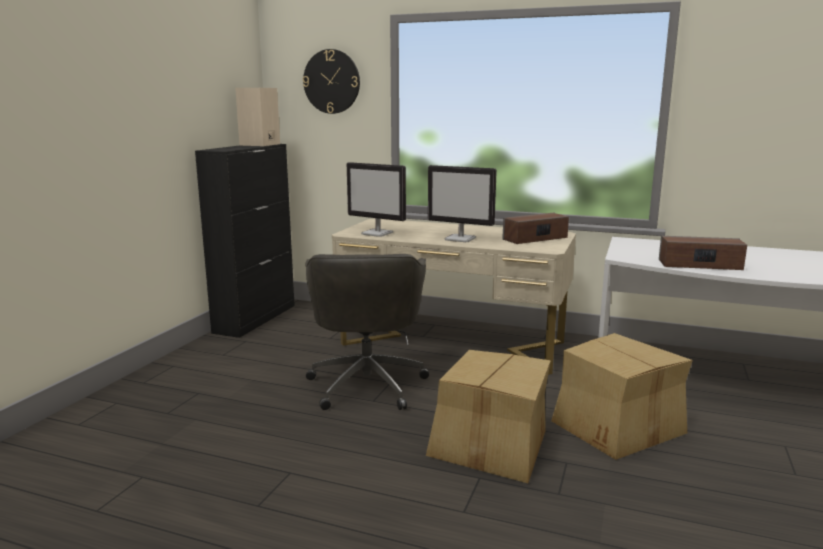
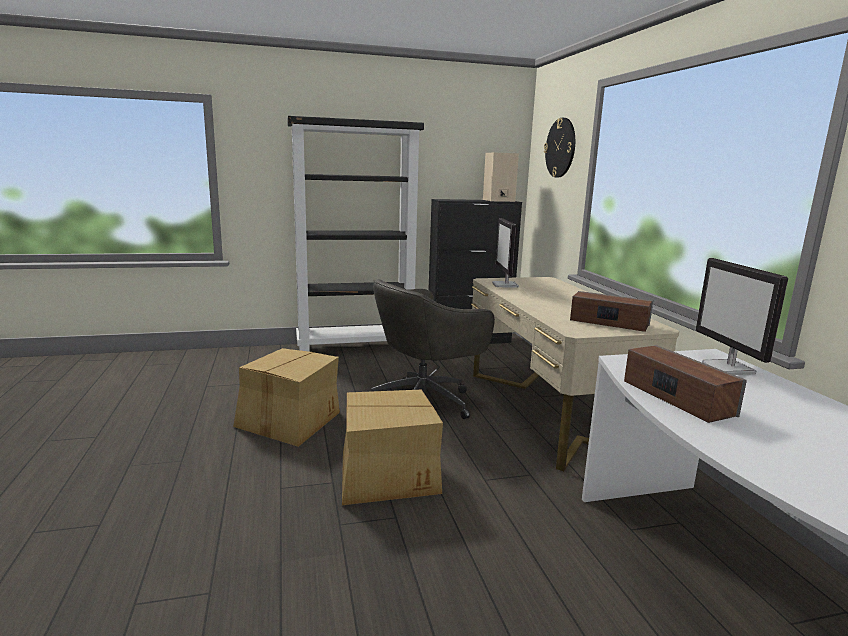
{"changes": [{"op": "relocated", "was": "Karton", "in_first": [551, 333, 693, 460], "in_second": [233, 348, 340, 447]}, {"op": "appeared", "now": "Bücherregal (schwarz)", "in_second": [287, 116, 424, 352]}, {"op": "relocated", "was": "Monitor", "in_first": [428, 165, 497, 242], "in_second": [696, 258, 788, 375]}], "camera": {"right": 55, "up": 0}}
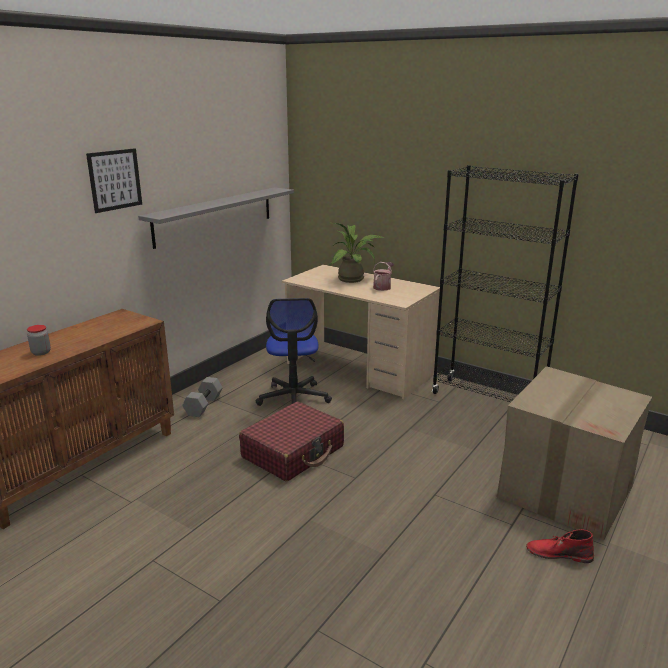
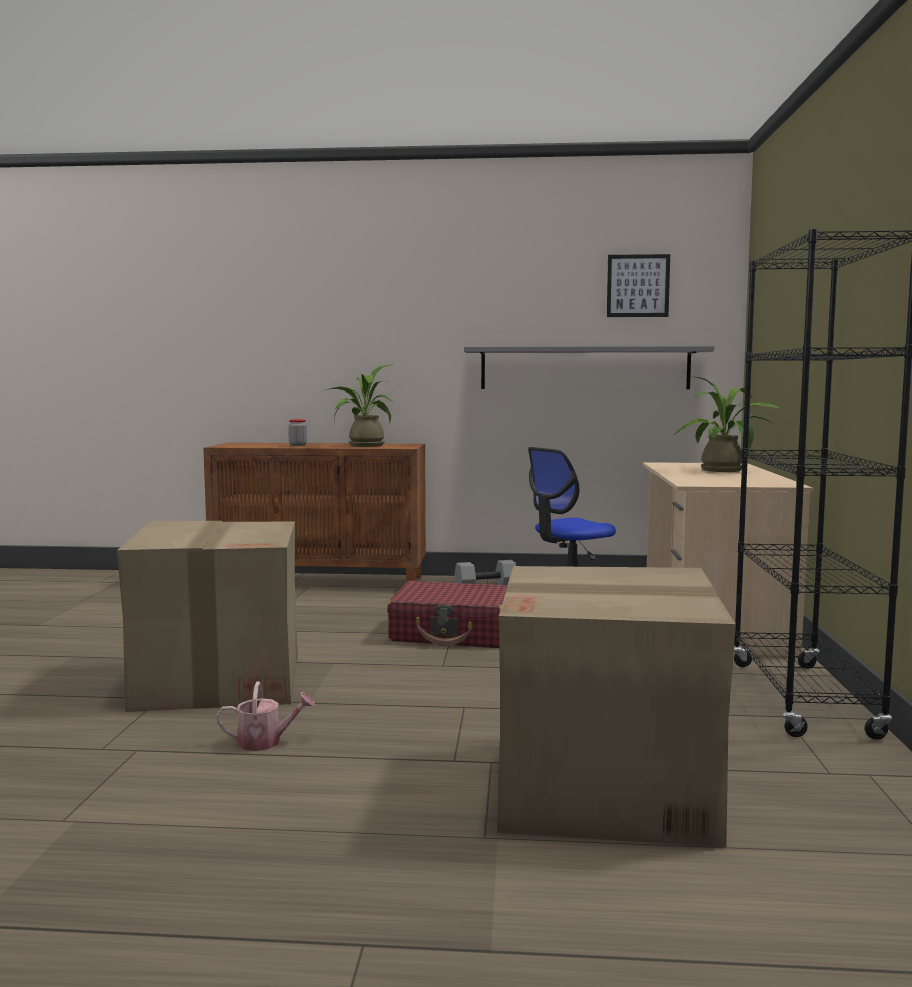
{"changes": [{"op": "appeared", "now": "Karton", "in_second": [117, 521, 298, 712]}, {"op": "relocated", "was": "Gießkanne", "in_first": [373, 262, 394, 291], "in_second": [216, 681, 315, 751]}, {"op": "appeared", "now": "Topfpflanze", "in_second": [319, 364, 394, 447]}, {"op": "relocated", "was": "Bild", "in_first": [86, 148, 142, 213], "in_second": [607, 254, 670, 317]}, {"op": "missing", "was": "Stiefel (rot)", "in_first": [526, 529, 594, 563]}], "camera": {"right": 60, "up": -15}}
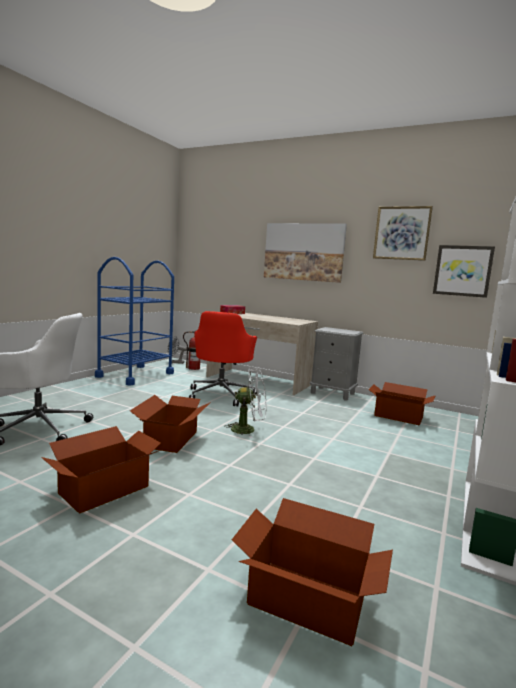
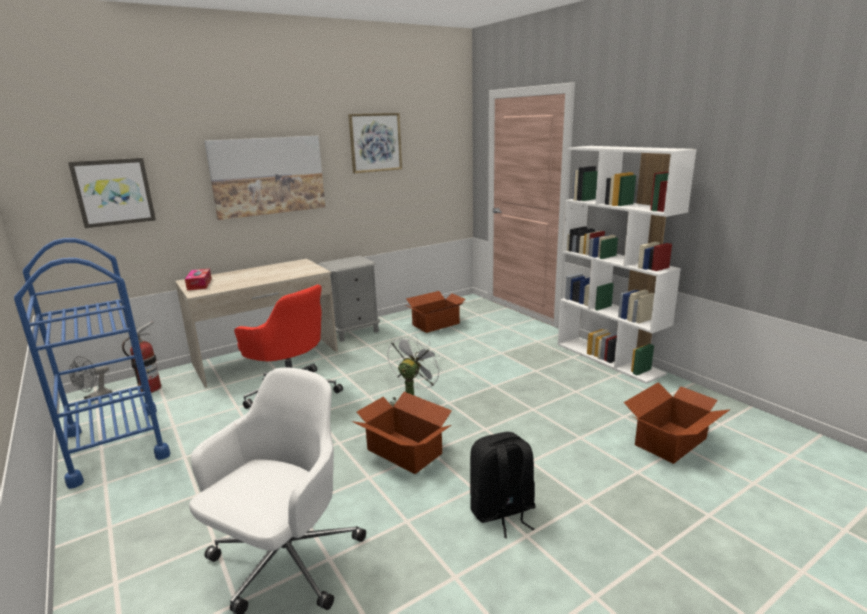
{"changes": [{"op": "relocated", "was": "Bild", "in_first": [433, 245, 495, 298], "in_second": [68, 158, 156, 228]}, {"op": "exchanged", "was": "Karton", "now": "Rucksack (schwarz)", "in_first": [41, 426, 161, 513], "in_second": [470, 432, 536, 538]}], "camera": {"right": -60, "up": 10}}
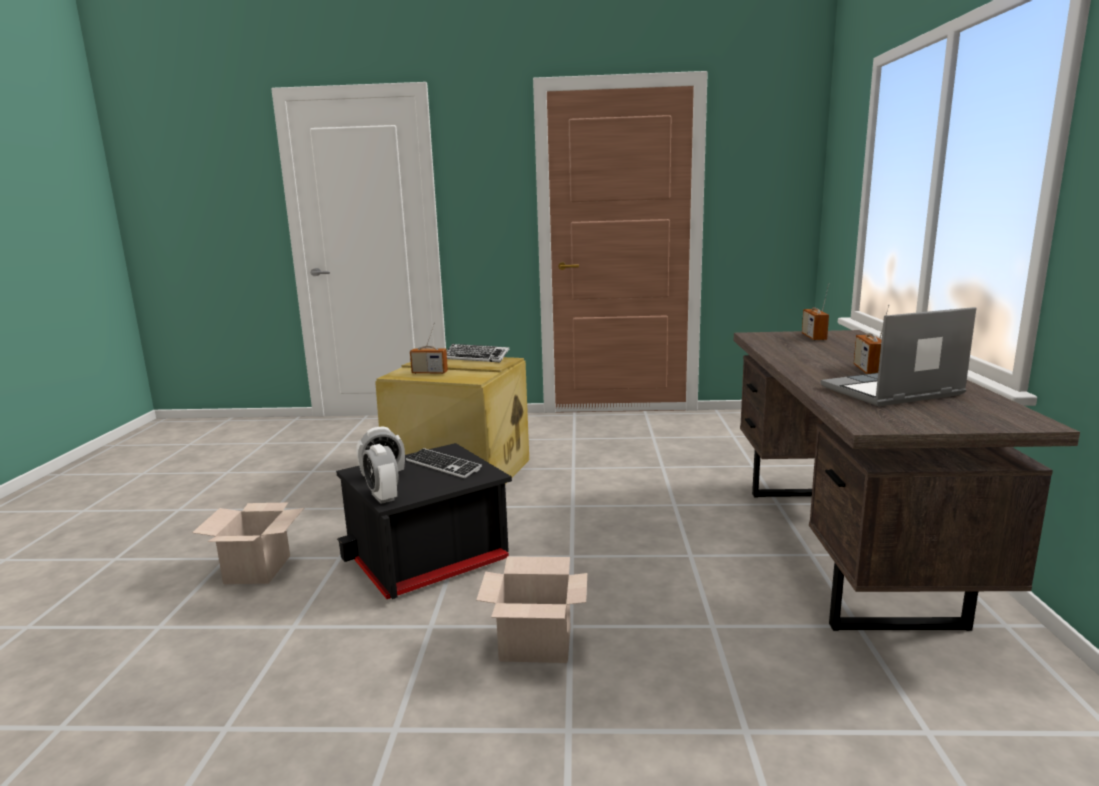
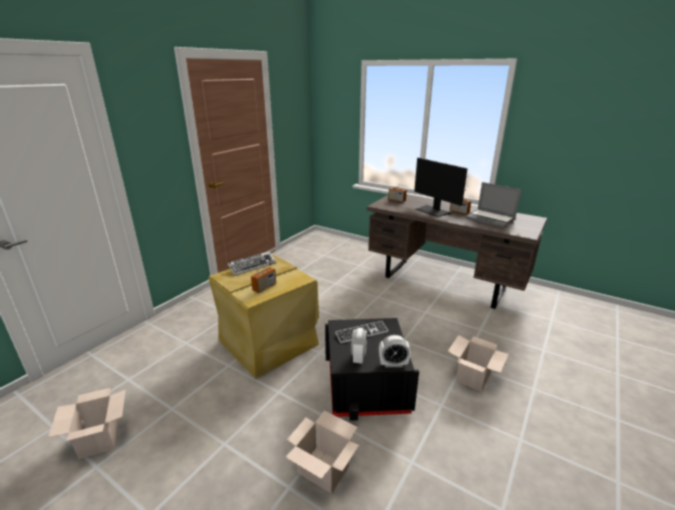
{"changes": [{"op": "appeared", "now": "Karton", "in_second": [48, 388, 126, 459]}, {"op": "appeared", "now": "Monitor", "in_second": [414, 158, 468, 218]}, {"op": "spun", "was": "Laptop", "in_first": [821, 307, 976, 406], "in_second": [465, 182, 521, 228], "clockwise": -60}], "camera": {"right": -60, "up": 10}}
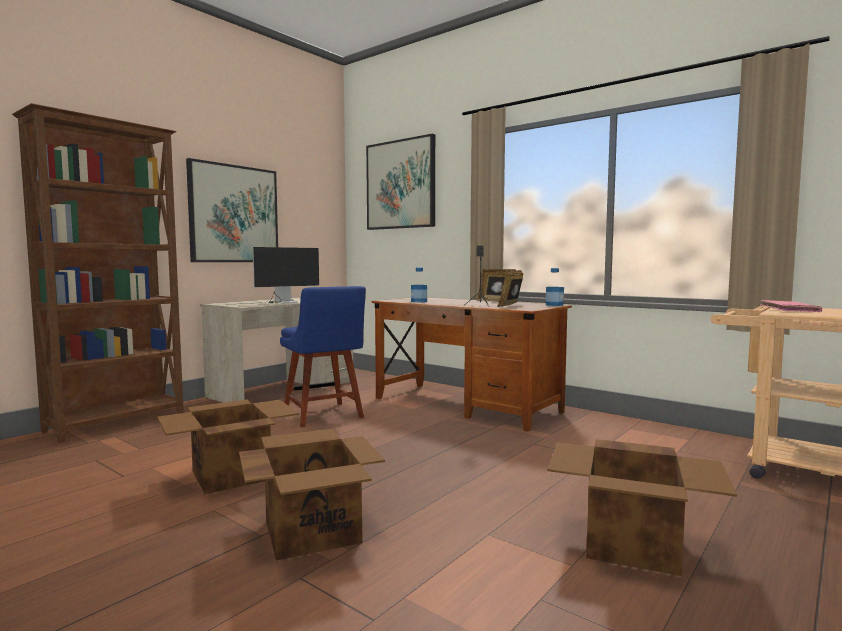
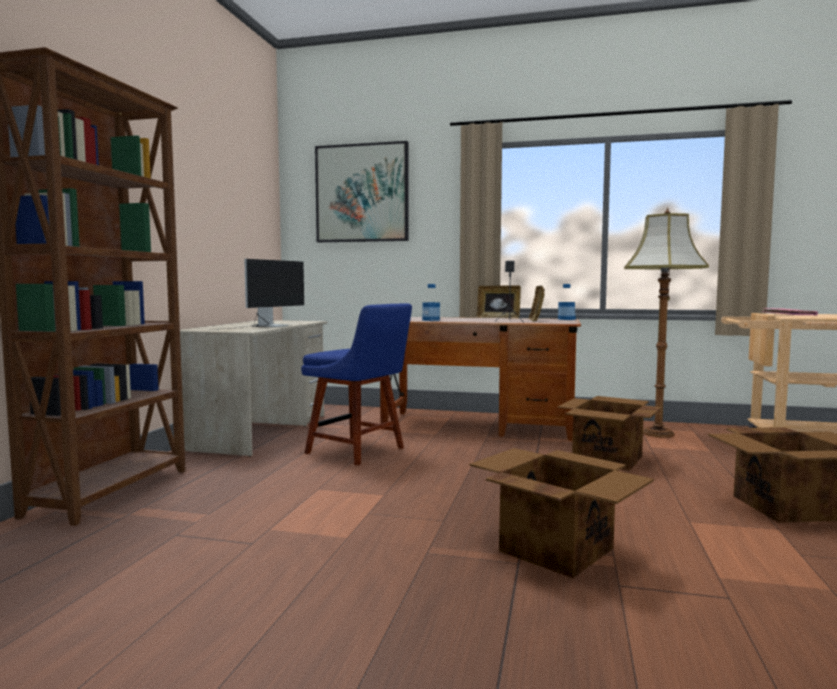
{"changes": [{"op": "relocated", "was": "Karton", "in_first": [157, 400, 299, 494], "in_second": [558, 396, 661, 471]}, {"op": "appeared", "now": "Stehlampe", "in_second": [624, 208, 709, 438]}, {"op": "missing", "was": "Bild", "in_first": [186, 158, 278, 262]}], "camera": {"right": -25, "up": 0}}
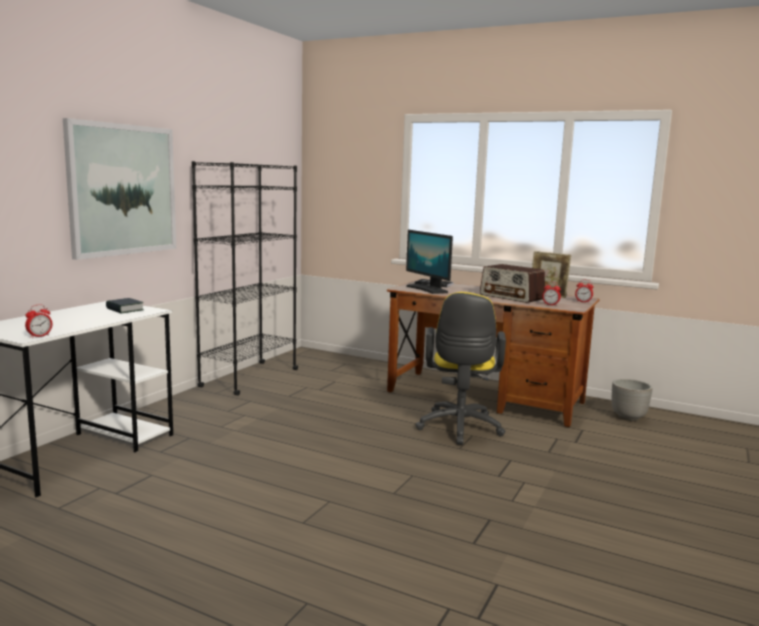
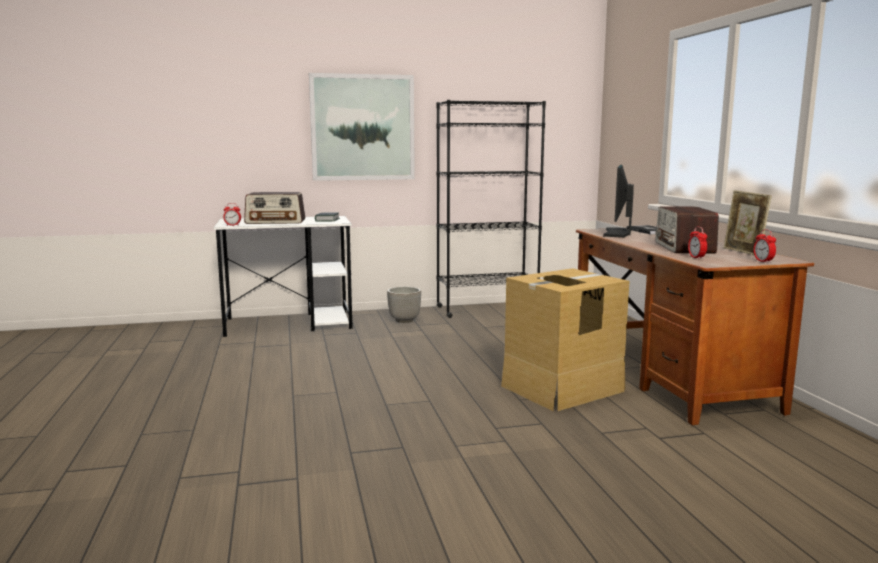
{"changes": [{"op": "appeared", "now": "Radio", "in_second": [244, 192, 305, 224]}, {"op": "relocated", "was": "Pflanzkübel", "in_first": [612, 379, 652, 421], "in_second": [387, 287, 421, 323]}, {"op": "exchanged", "was": "Bürostuhl (gelb)", "now": "Karton", "in_first": [415, 292, 506, 445], "in_second": [501, 268, 629, 411]}], "camera": {"right": 50, "up": 0}}
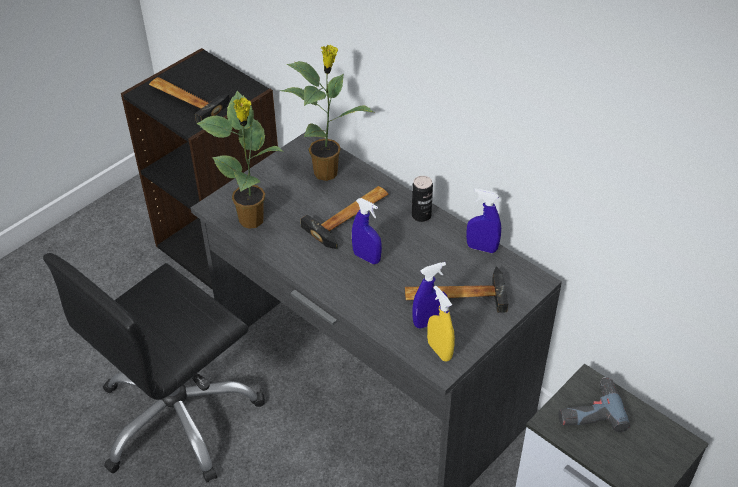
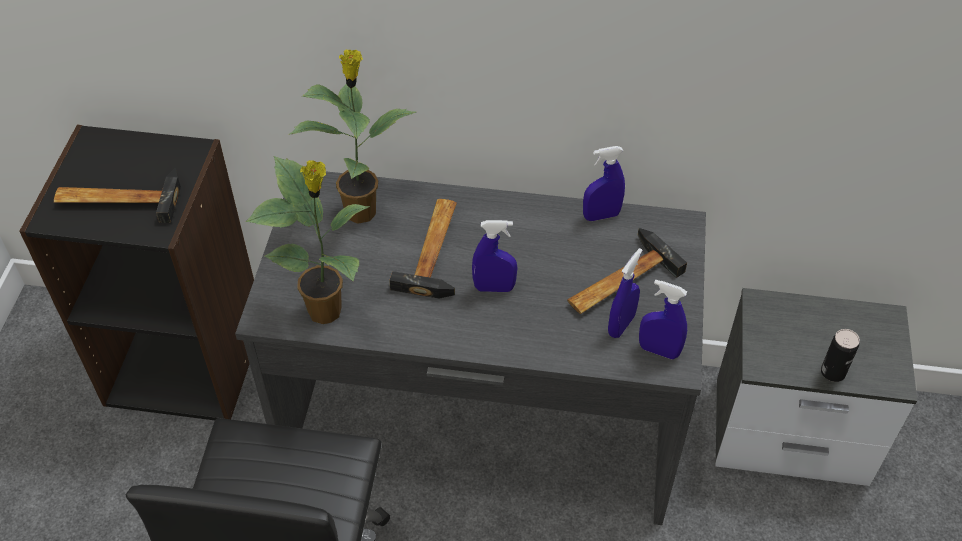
{"changes": [{"op": "colour", "was": "Sprühflasche (gelb)", "now": "Sprühflasche (blau)", "in_first": [427, 286, 455, 361], "in_second": [639, 279, 687, 359]}, {"op": "relocated", "was": "Dose", "in_first": [412, 176, 433, 222], "in_second": [821, 329, 860, 382]}, {"op": "missing", "was": "Bohrmaschine", "in_first": [559, 377, 630, 432]}], "camera": {"right": -35, "up": 5}}
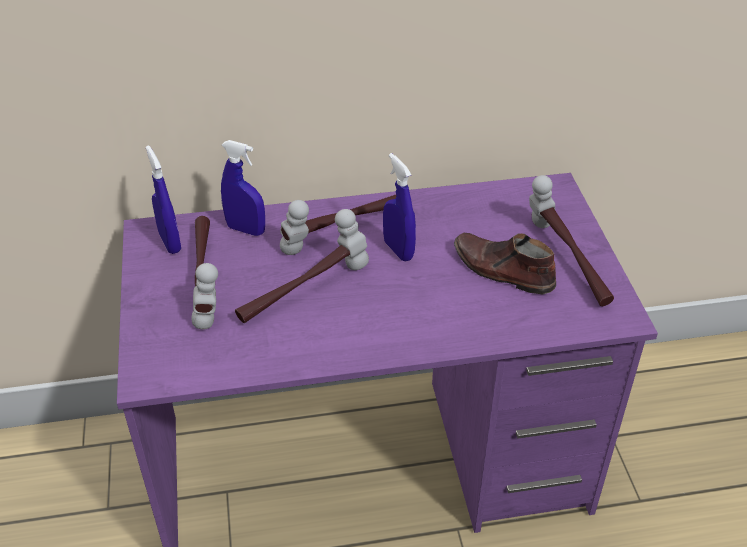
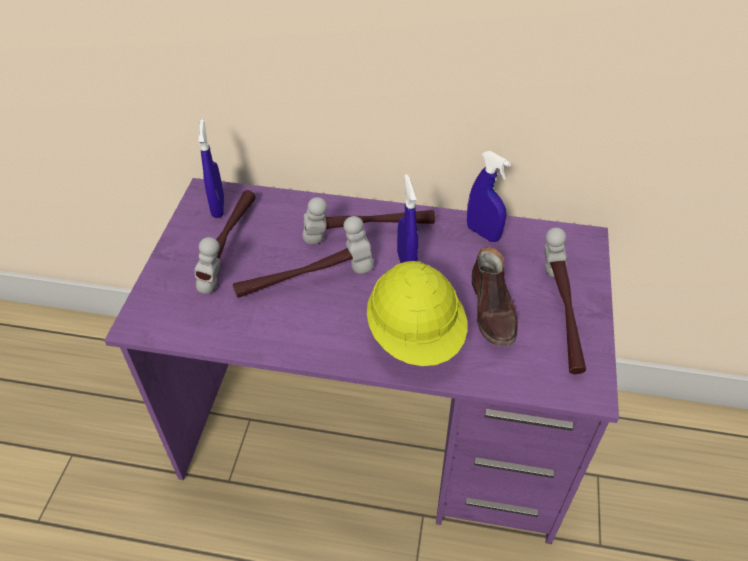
{"changes": [{"op": "appeared", "now": "Schutzhelm (gelb)", "in_second": [367, 261, 467, 366]}, {"op": "relocated", "was": "Sprühflasche (blau)", "in_first": [221, 140, 265, 236], "in_second": [467, 151, 511, 242]}, {"op": "spun", "was": "Schuh (braun)", "in_first": [454, 233, 556, 294], "in_second": [472, 247, 518, 346], "clockwise": -150}], "camera": {"right": 20, "up": 5}}
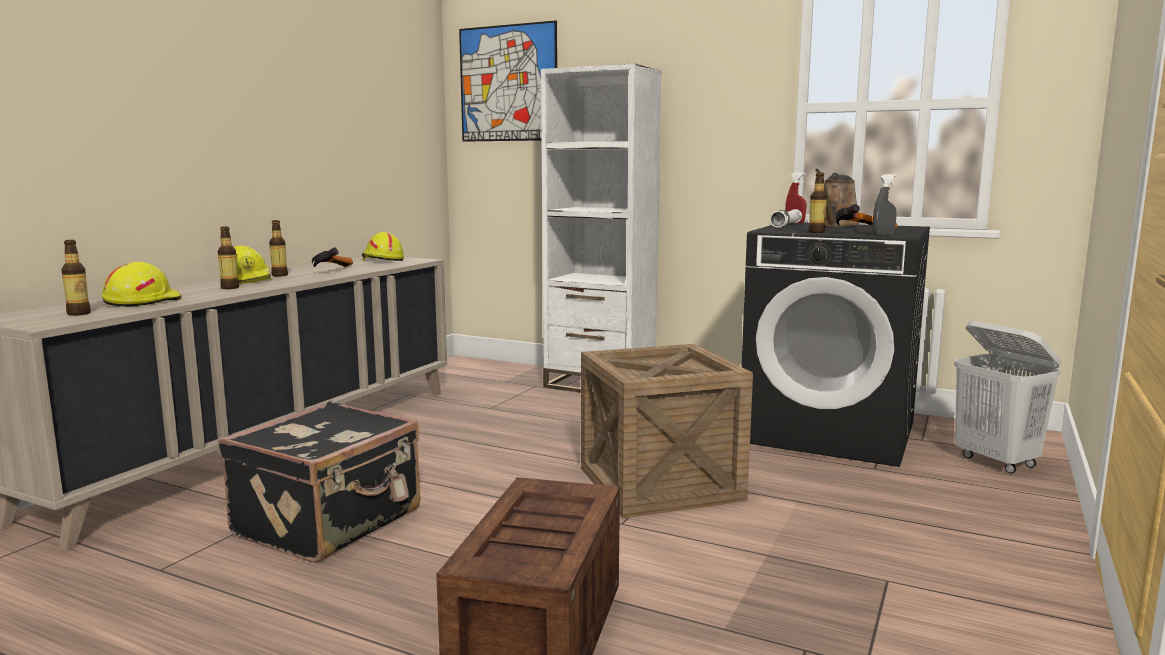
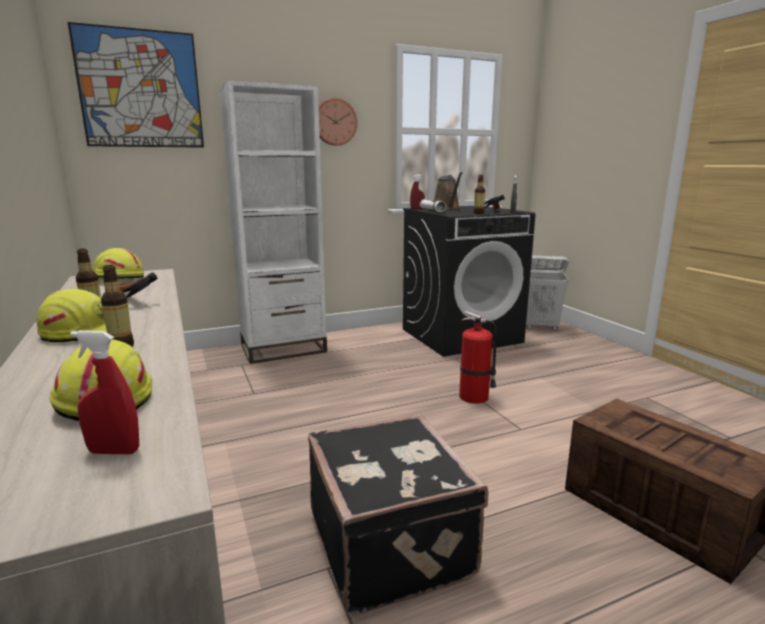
{"changes": [{"op": "exchanged", "was": "Flasche", "now": "Sprühflasche (rot)", "in_first": [61, 240, 91, 316], "in_second": [70, 330, 139, 454]}, {"op": "appeared", "now": "Wanduhr", "in_second": [319, 98, 357, 146]}, {"op": "exchanged", "was": "Kiste", "now": "Feuerlöscher", "in_first": [581, 344, 753, 518], "in_second": [459, 311, 497, 404]}], "camera": {"right": -50, "up": 5}}
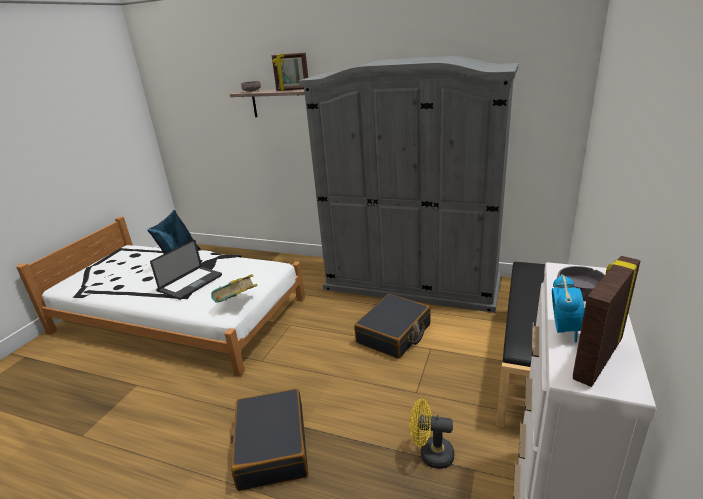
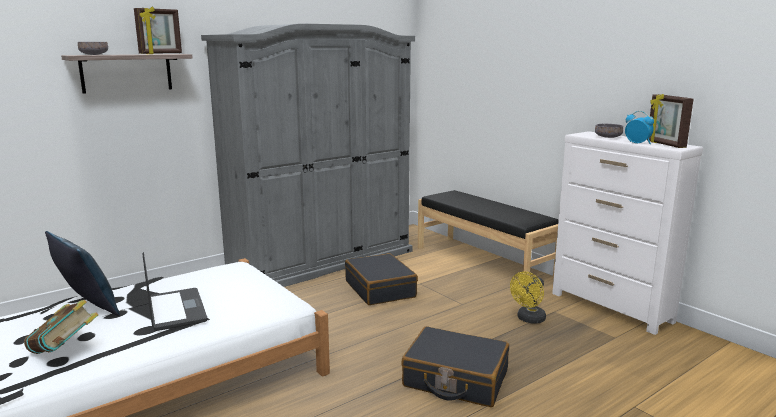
{"changes": [{"op": "relocated", "was": "Buch", "in_first": [211, 274, 258, 303], "in_second": [24, 300, 99, 354]}], "camera": {"right": -60, "up": -10}}
